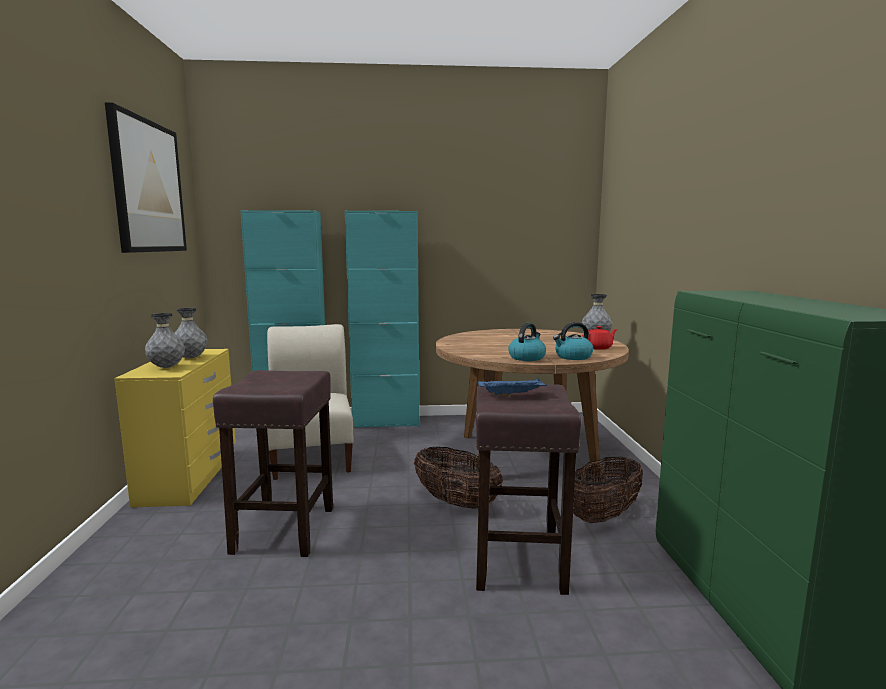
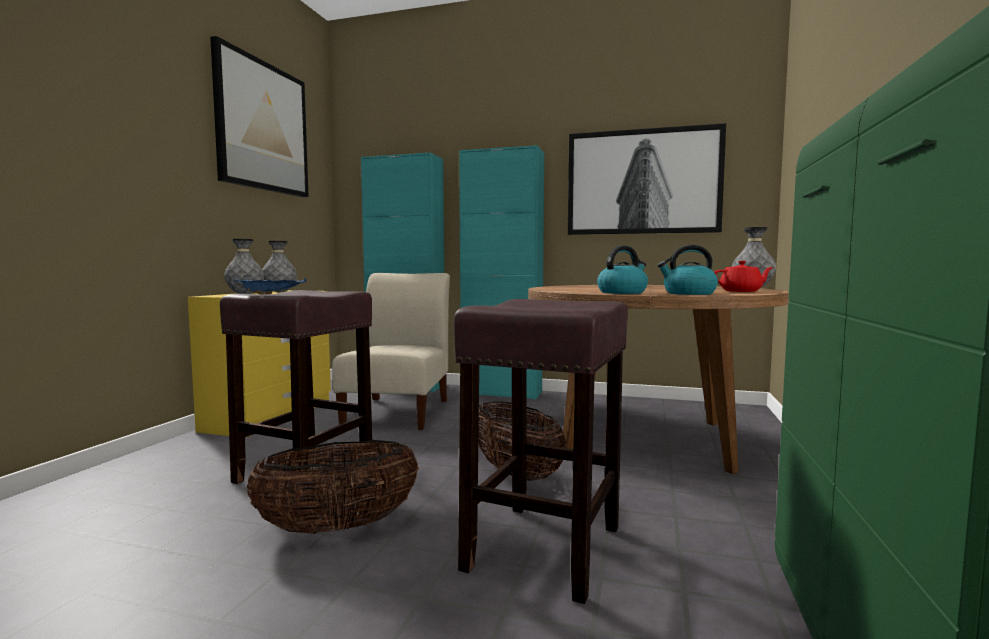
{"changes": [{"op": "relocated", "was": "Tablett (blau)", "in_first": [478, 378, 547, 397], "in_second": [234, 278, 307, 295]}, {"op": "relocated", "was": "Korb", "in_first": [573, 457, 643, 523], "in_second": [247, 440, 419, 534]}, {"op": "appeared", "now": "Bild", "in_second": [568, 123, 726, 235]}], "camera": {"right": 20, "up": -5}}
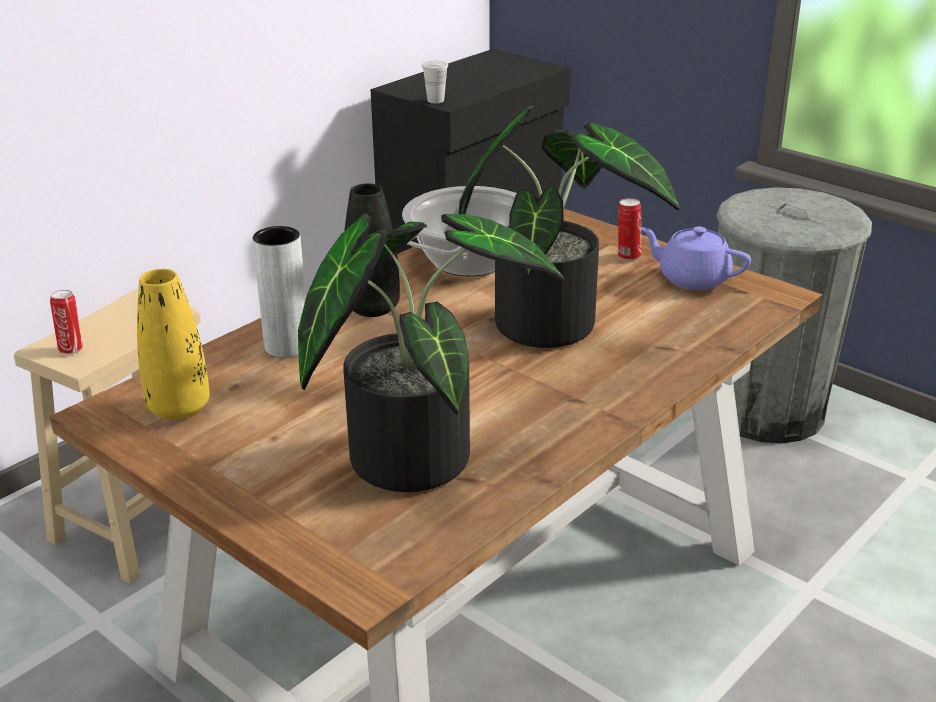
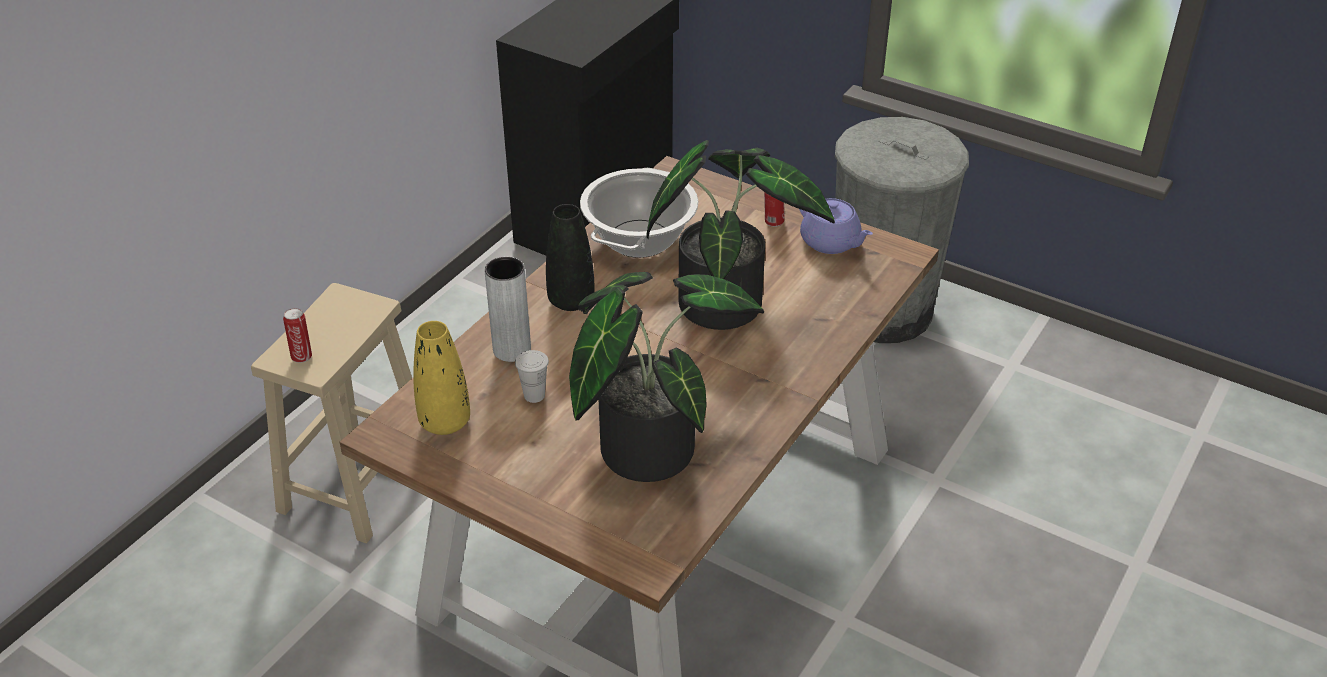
{"changes": [{"op": "relocated", "was": "Tasse (weiß)", "in_first": [422, 60, 448, 103], "in_second": [515, 350, 549, 403]}, {"op": "spun", "was": "Teekanne (lila)", "in_first": [640, 226, 751, 290], "in_second": [799, 198, 873, 254], "clockwise": -150}], "camera": {"right": -10, "up": 10}}
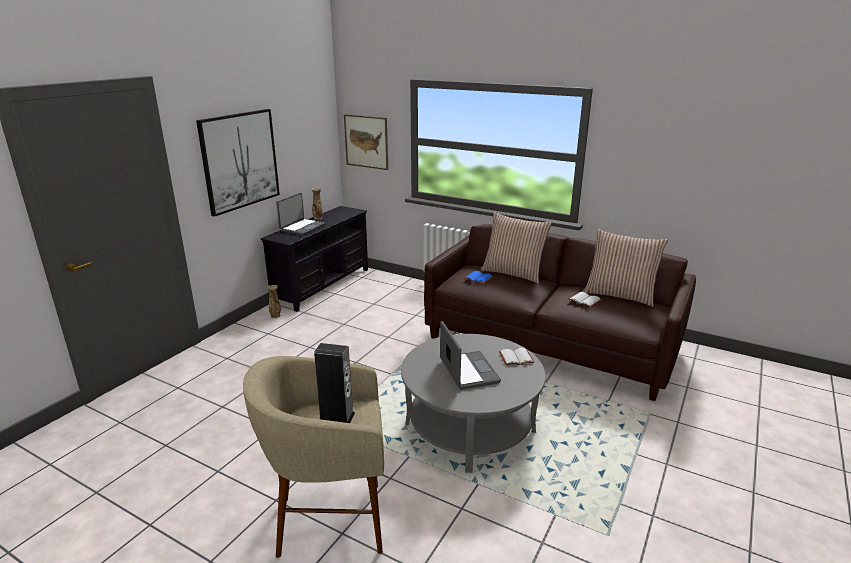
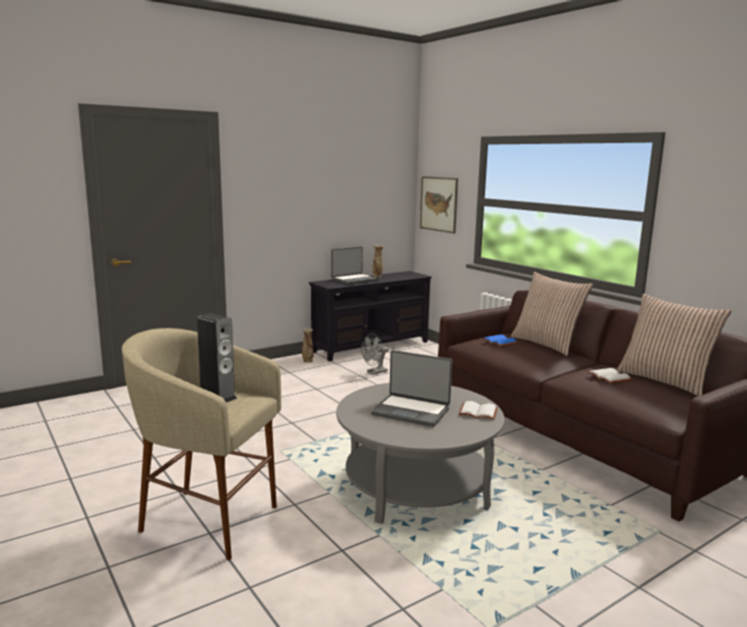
{"changes": [{"op": "appeared", "now": "Ventilator (grau)", "in_second": [361, 334, 389, 375]}, {"op": "spun", "was": "Laptop", "in_first": [440, 321, 501, 390], "in_second": [371, 350, 452, 427], "clockwise": 105}, {"op": "missing", "was": "Bild", "in_first": [196, 109, 280, 217]}], "camera": {"right": 25, "up": -10}}
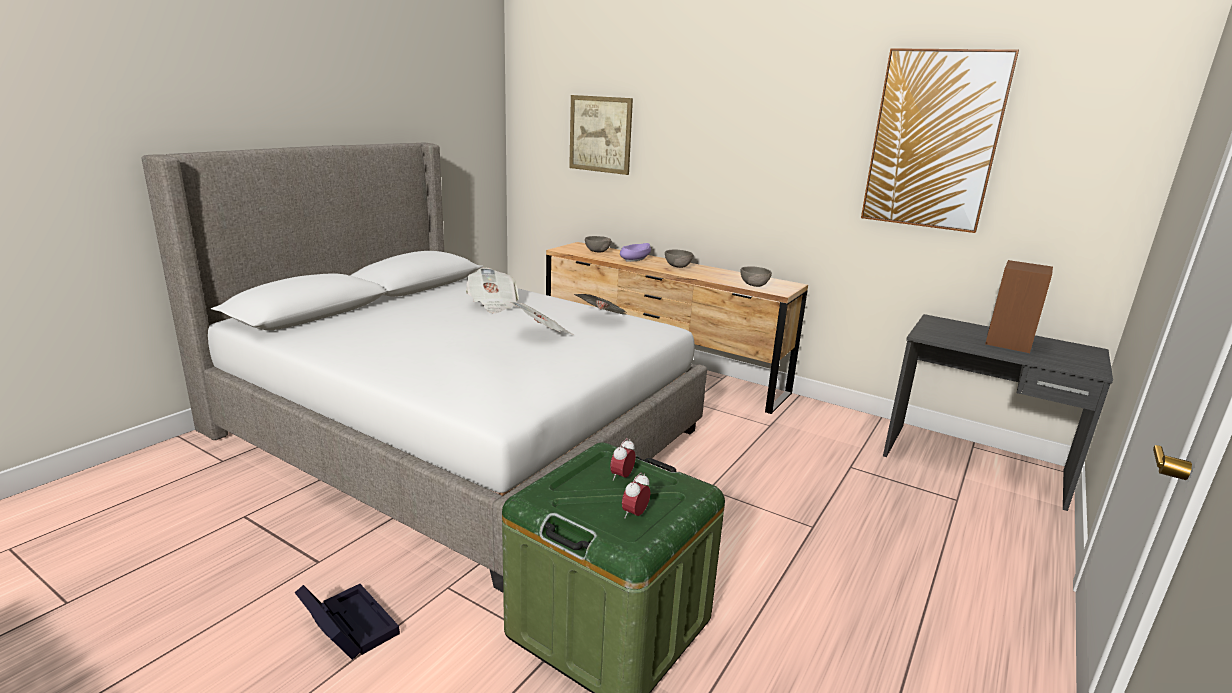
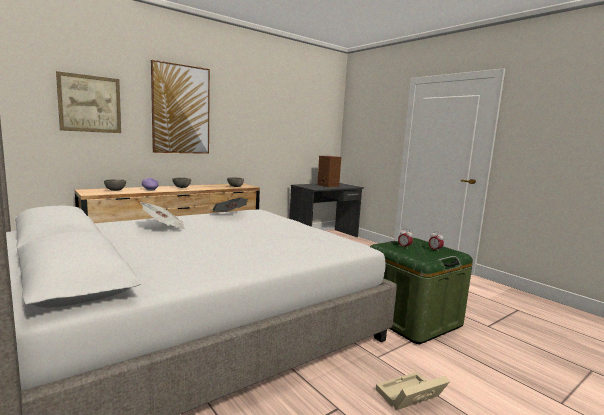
{"changes": [{"op": "relocated", "was": "Bild", "in_first": [861, 48, 1019, 233], "in_second": [151, 60, 210, 154]}, {"op": "colour", "was": "Aufbewahrungsbox (schwarz)", "now": "Aufbewahrungsbox (beige)", "in_first": [295, 584, 400, 660], "in_second": [375, 372, 450, 410]}, {"op": "missing", "was": "Zeitung", "in_first": [511, 302, 575, 335]}], "camera": {"right": -70, "up": -10}}
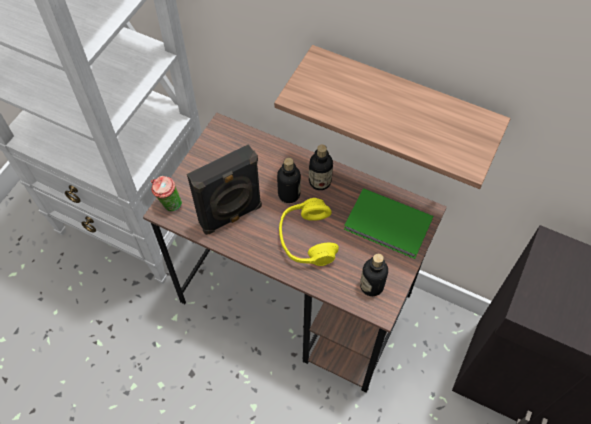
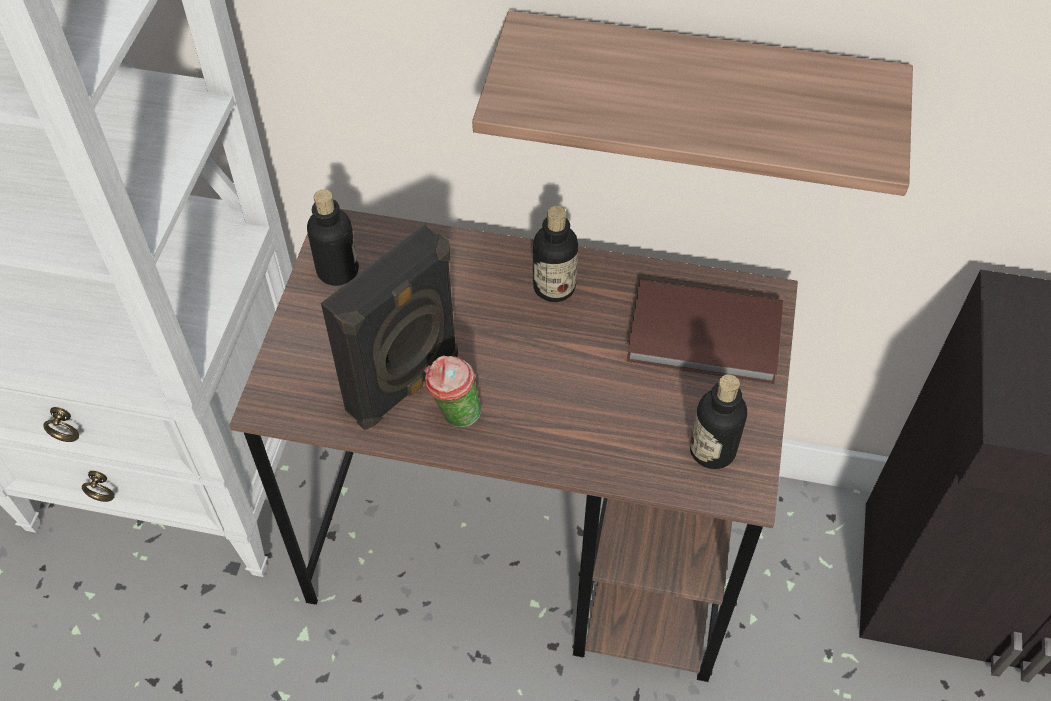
{"changes": [{"op": "relocated", "was": "Flasche", "in_first": [277, 158, 301, 203], "in_second": [307, 189, 359, 286]}, {"op": "relocated", "was": "Tasse", "in_first": [151, 176, 182, 212], "in_second": [424, 355, 481, 427]}, {"op": "colour", "was": "Buch (grün)", "now": "Buch (braun)", "in_first": [344, 188, 433, 259], "in_second": [626, 279, 783, 384]}, {"op": "missing", "was": "Kopfhörer (gelb)", "in_first": [279, 198, 339, 266]}], "camera": {"right": -15, "up": -5}}
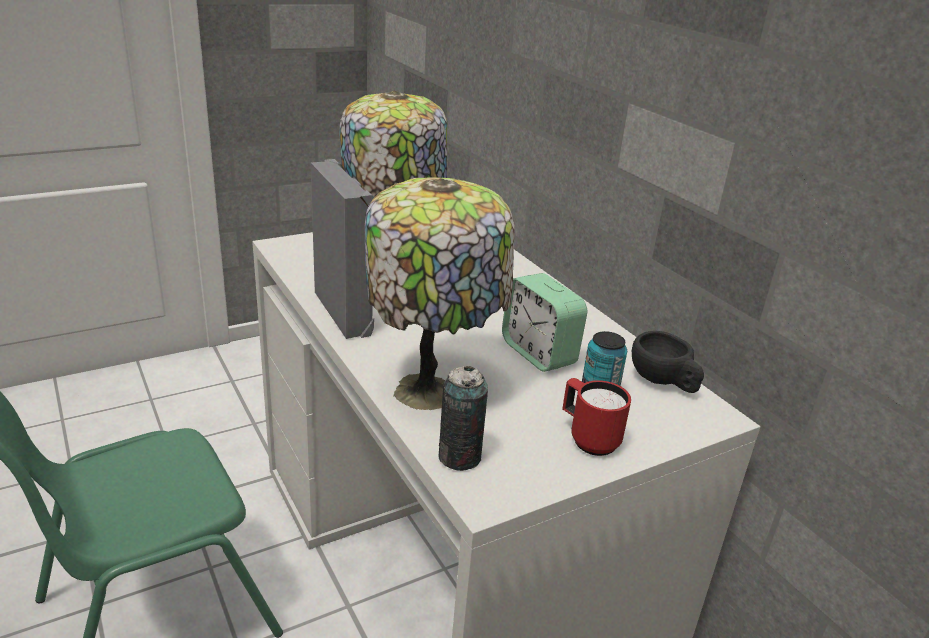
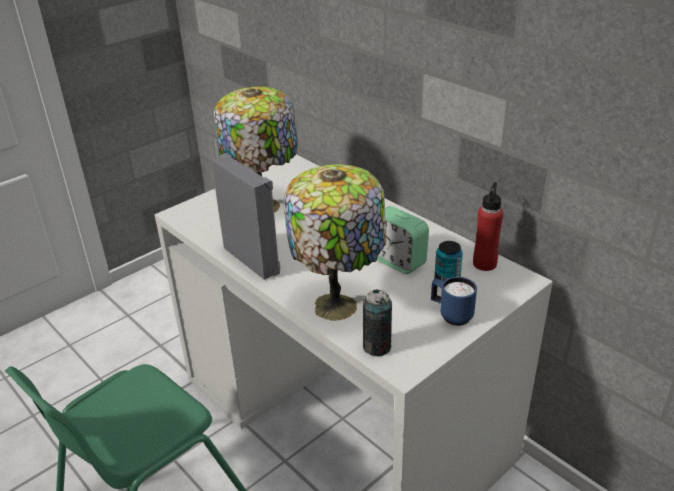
{"changes": [{"op": "colour", "was": "Henkelbecher (rot)", "now": "Henkelbecher (blau)", "in_first": [562, 378, 631, 456], "in_second": [431, 277, 477, 326]}, {"op": "exchanged", "was": "Tasse (schwarz)", "now": "Flasche (rot)", "in_first": [632, 331, 704, 393], "in_second": [473, 182, 503, 271]}], "camera": {"right": -10, "up": 5}}
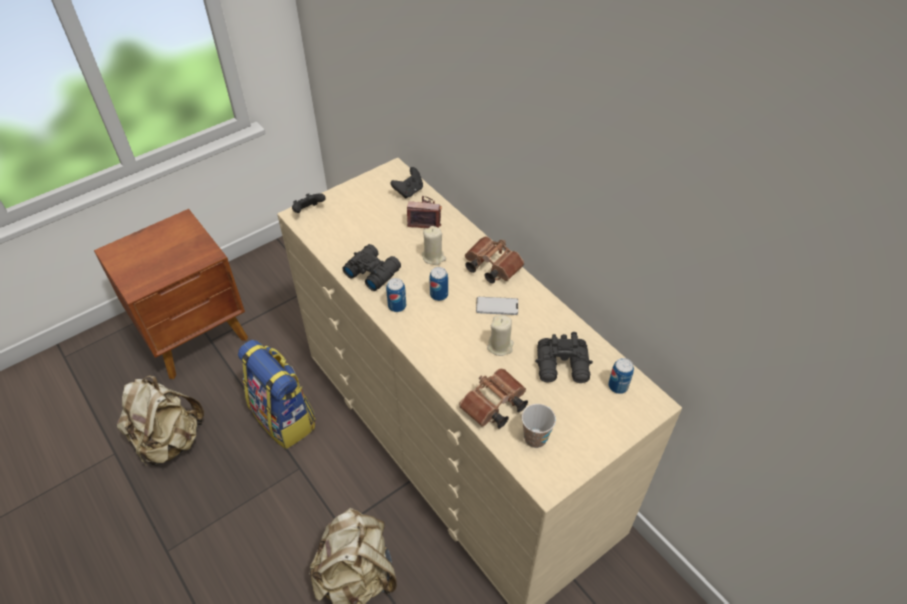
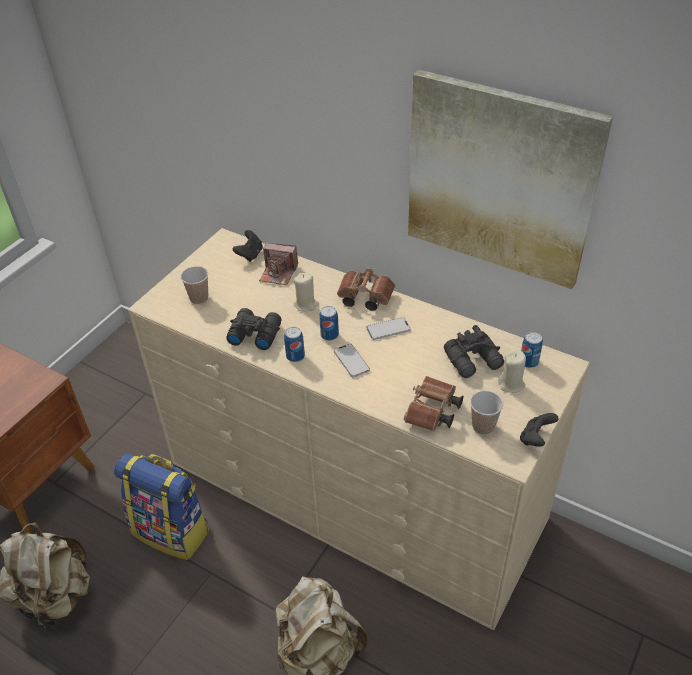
{"changes": [{"op": "appeared", "now": "Tasse", "in_second": [181, 266, 208, 304]}, {"op": "spun", "was": "Kamera", "in_first": [407, 196, 442, 229], "in_second": [259, 243, 298, 285], "clockwise": -150}, {"op": "appeared", "now": "Handy", "in_second": [334, 343, 370, 378]}, {"op": "appeared", "now": "Bild", "in_second": [408, 70, 613, 289]}, {"op": "relocated", "was": "Kerze (beige)", "in_first": [487, 315, 514, 356], "in_second": [498, 350, 526, 393]}, {"op": "relocated", "was": "Gamepad (schwarz)", "in_first": [292, 193, 326, 213], "in_second": [520, 413, 559, 447]}], "camera": {"right": -20, "up": -5}}
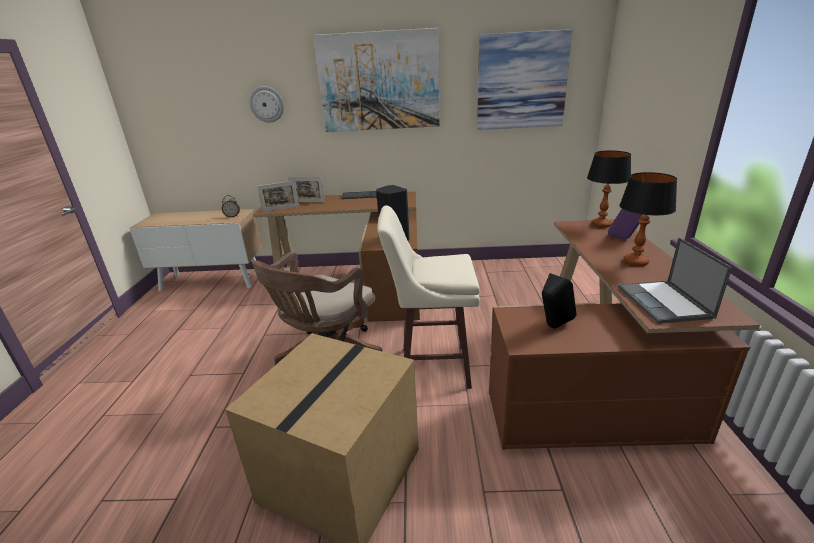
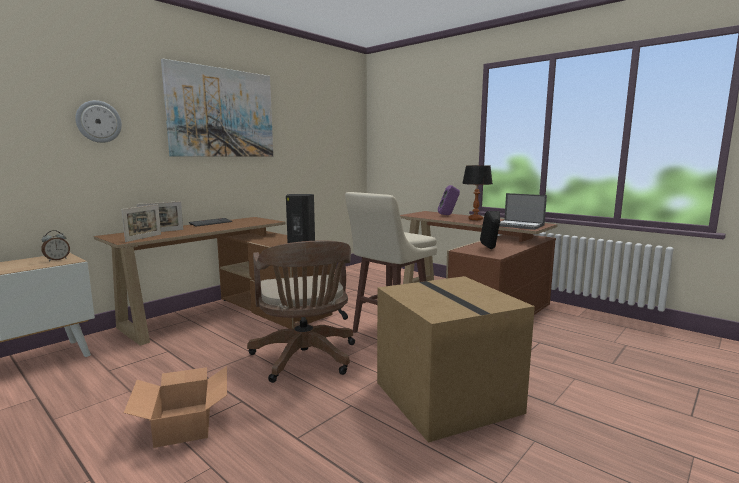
{"changes": [{"op": "appeared", "now": "Karton", "in_second": [124, 366, 227, 448]}, {"op": "missing", "was": "Bild", "in_first": [477, 29, 573, 130]}, {"op": "missing", "was": "Tischlampe", "in_first": [587, 150, 631, 228]}], "camera": {"right": -50, "up": -15}}
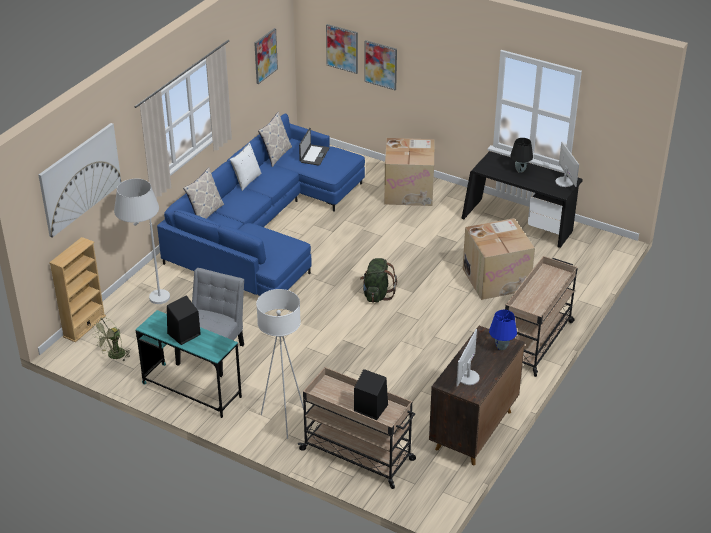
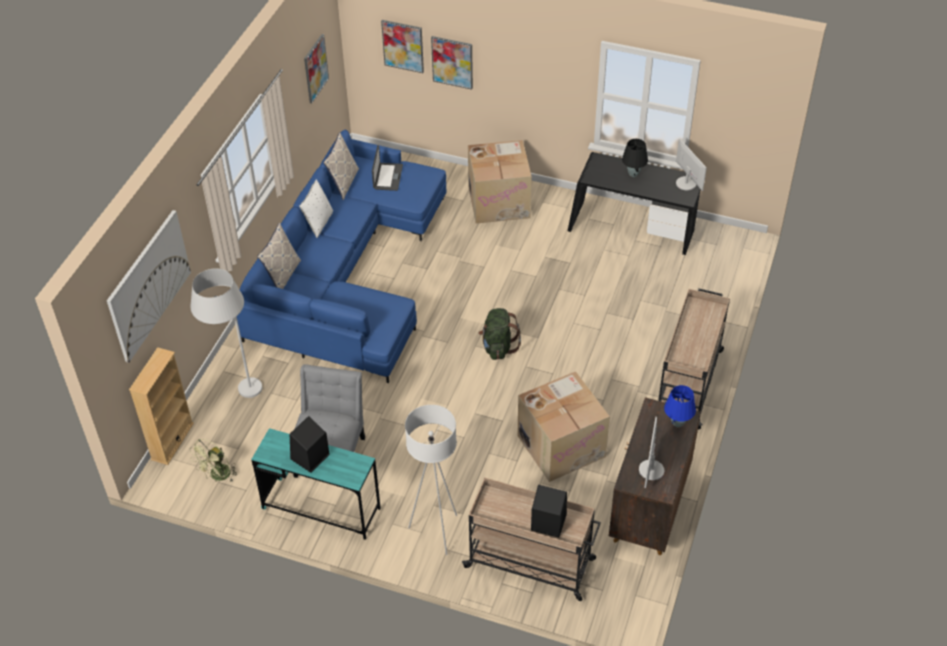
{"changes": [{"op": "relocated", "was": "Karton", "in_first": [463, 218, 535, 300], "in_second": [517, 371, 610, 482]}], "camera": {"right": -10, "up": 10}}
